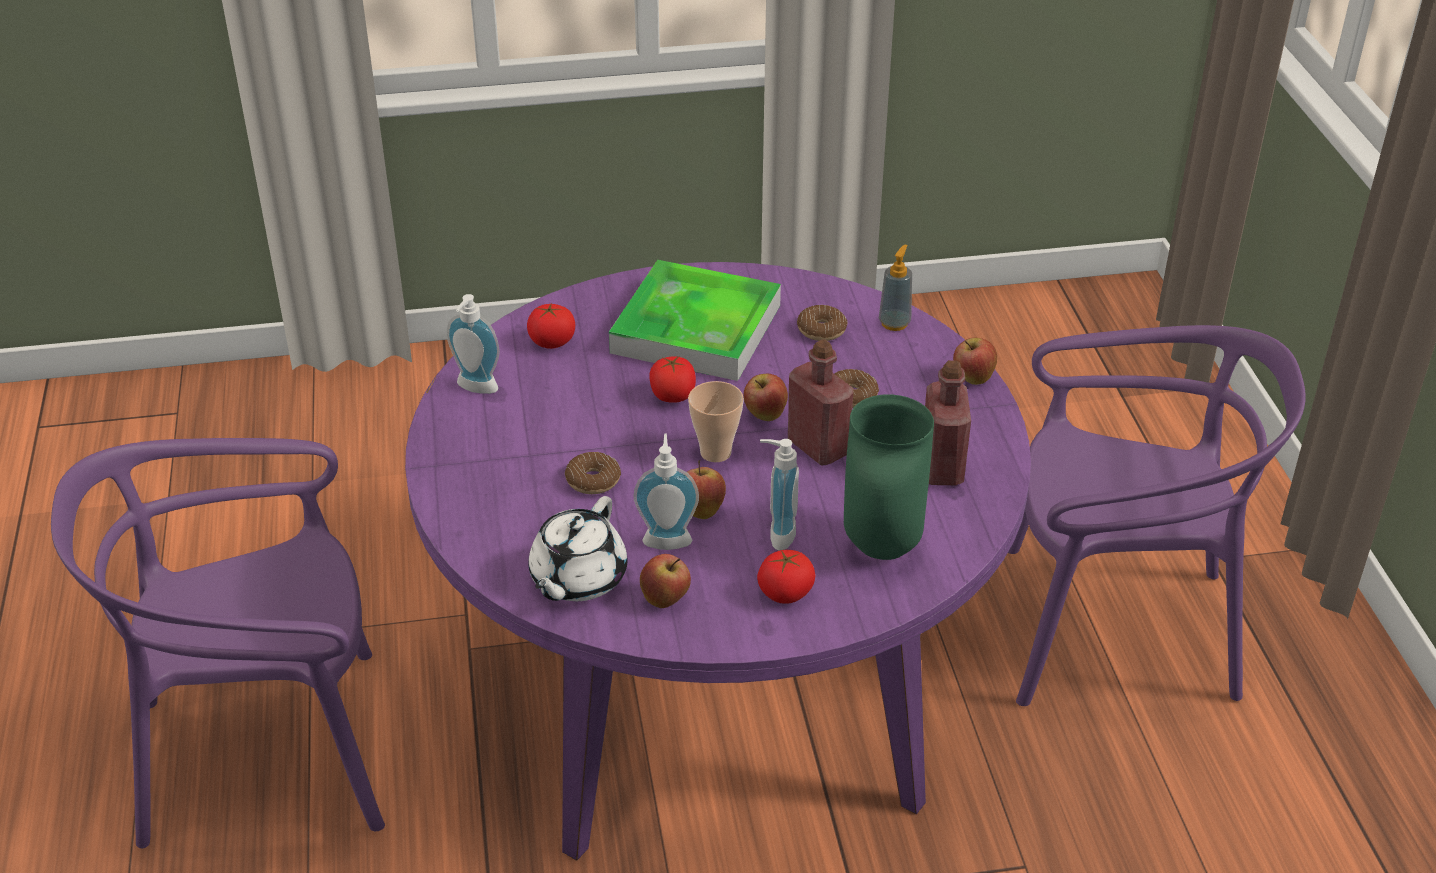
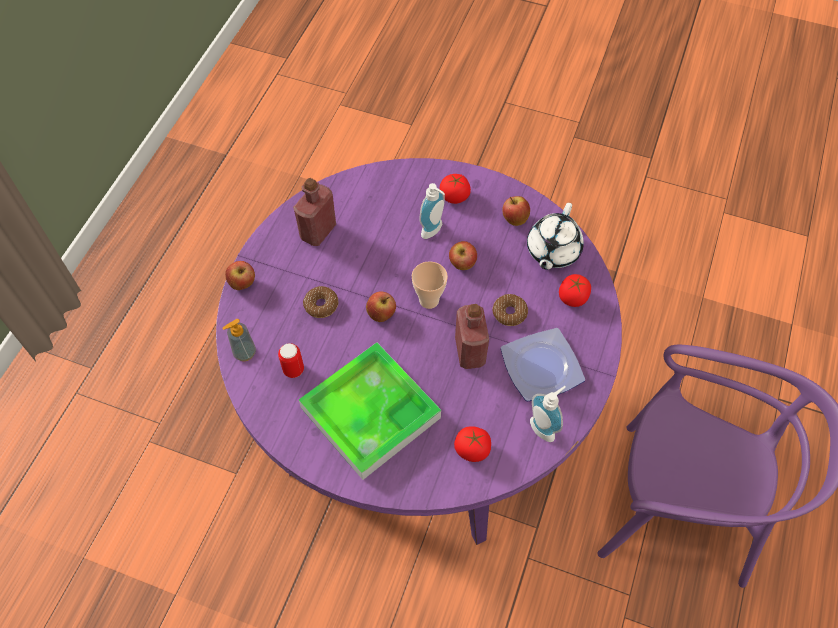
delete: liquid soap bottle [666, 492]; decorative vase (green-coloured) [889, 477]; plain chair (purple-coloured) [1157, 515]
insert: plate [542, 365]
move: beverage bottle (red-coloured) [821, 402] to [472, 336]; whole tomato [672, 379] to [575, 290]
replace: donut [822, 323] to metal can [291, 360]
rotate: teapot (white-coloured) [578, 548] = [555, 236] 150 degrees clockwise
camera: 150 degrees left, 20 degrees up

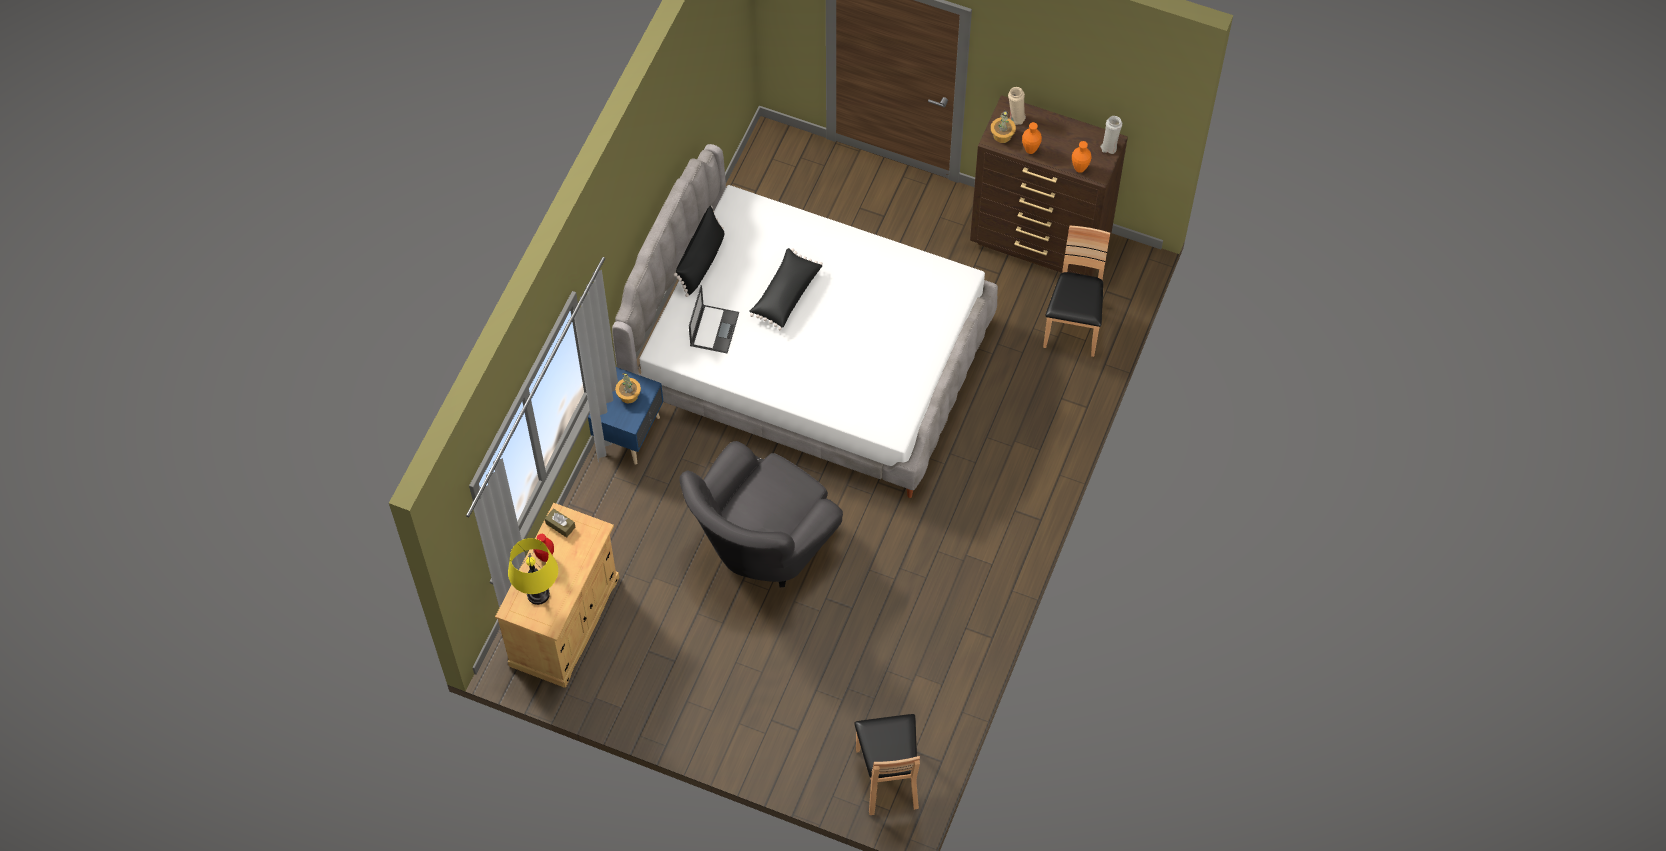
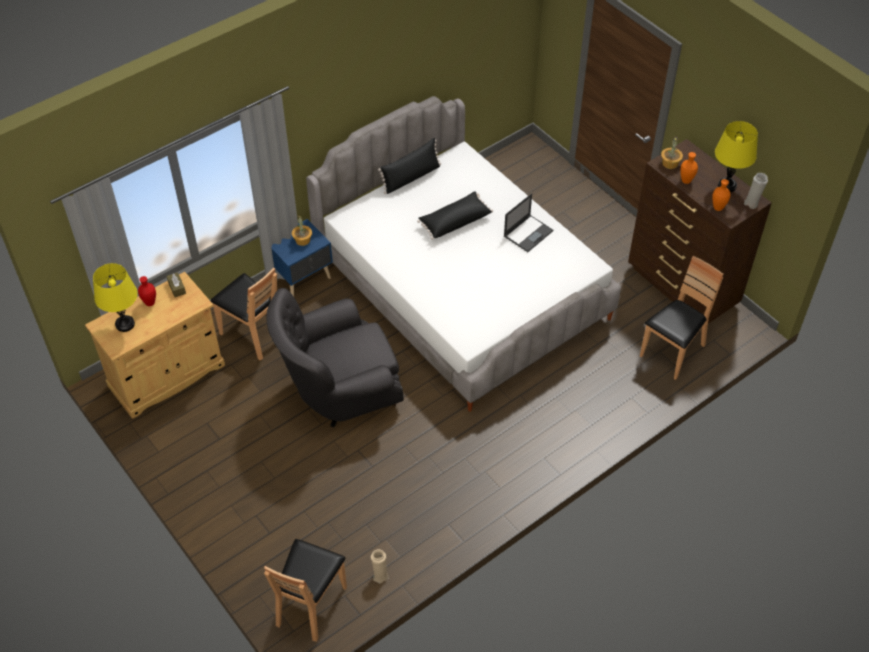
insert: plain chair (brown) [243, 314]; table lamp (yellow) [736, 156]
move: decorative vase (beige-coloured) [1017, 106] to [380, 566]; notebook computer [714, 319] to [528, 222]
camera: 30 degrees right, 10 degrees down

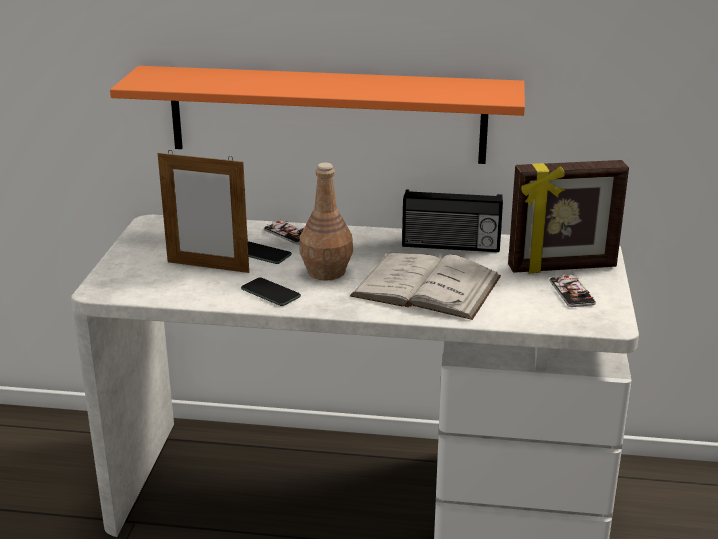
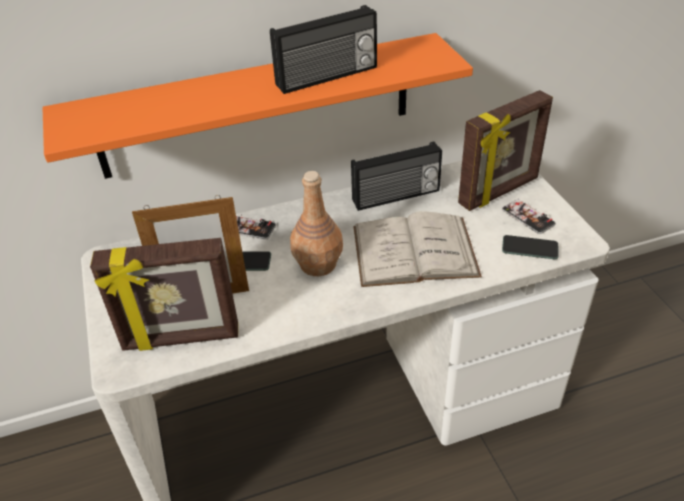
insert: picture frame [164, 294]; radio receiver [323, 49]
move: handset [271, 291] to [530, 247]
camera: 25 degrees left, 15 degrees up

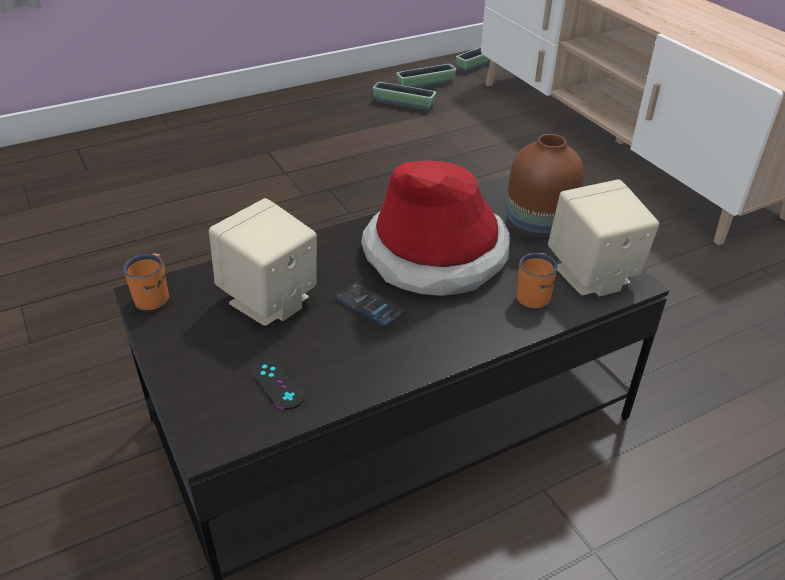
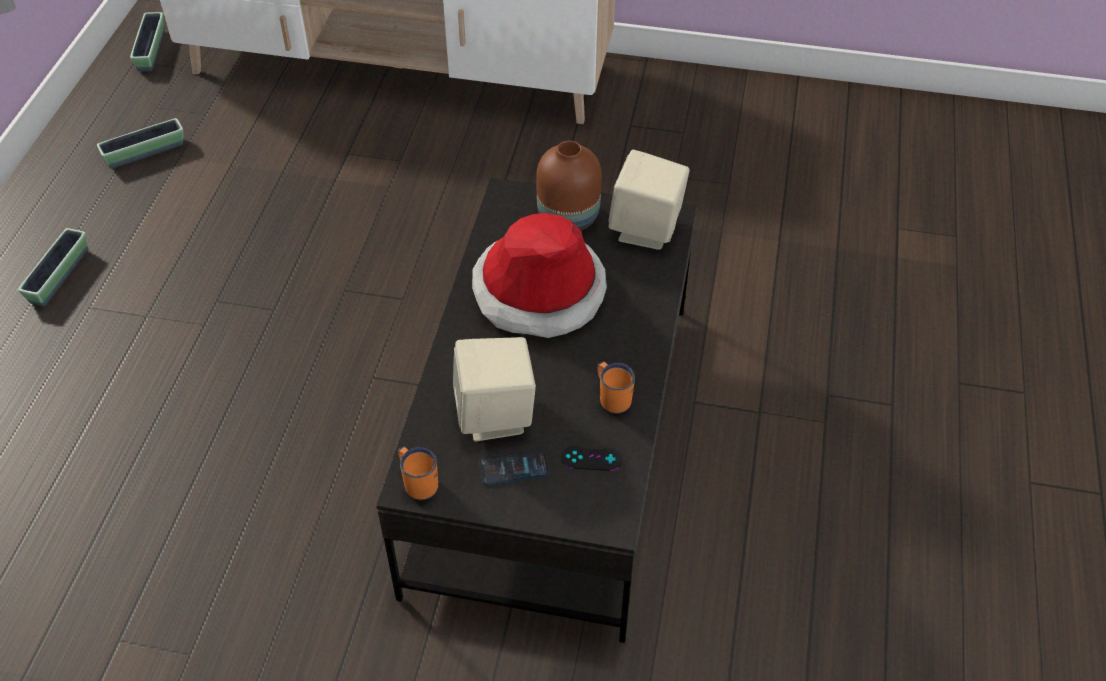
move: planter [426, 76] to [52, 267]; handset [370, 305] to [514, 468]; mug (orange) [537, 281] to [616, 387]
camera: 50 degrees left, 10 degrees up

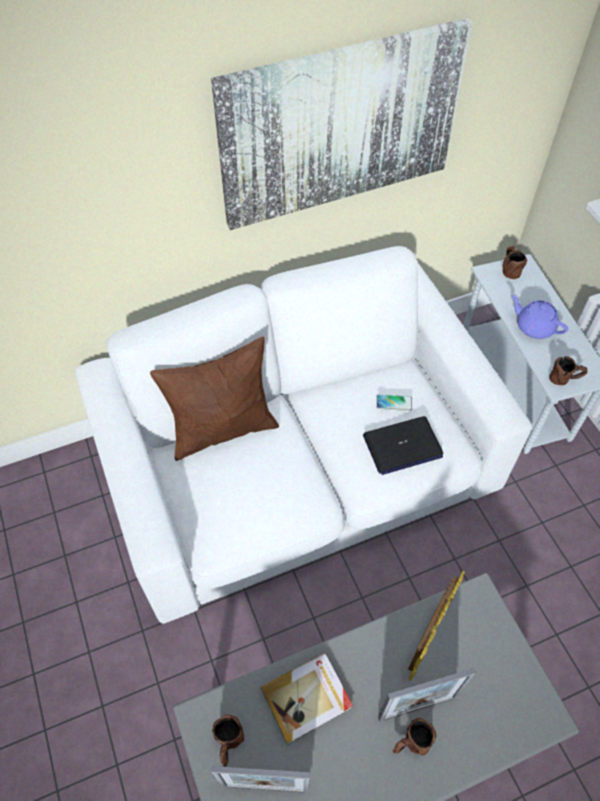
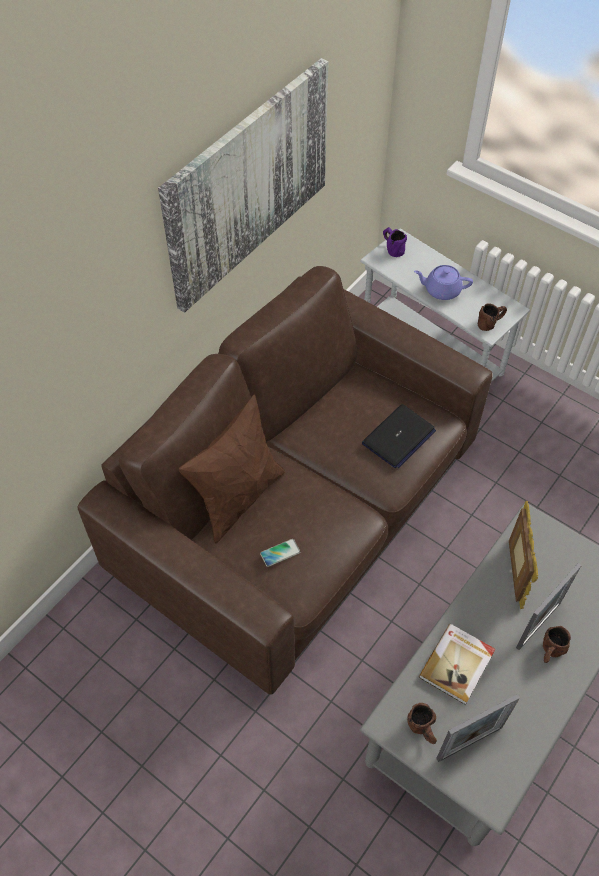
move: handset [394, 402] to [280, 553]
recolor: settee (white-coloured) [303, 435] to settee (brown) [285, 480]; mug (brown) [515, 262] to mug (purple-coloured) [395, 242]
camera: 30 degrees left, 0 degrees up

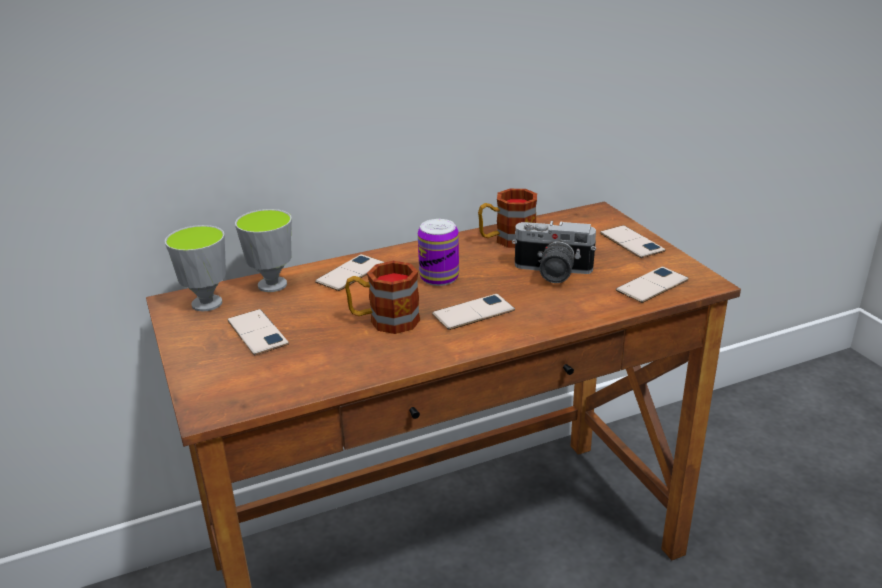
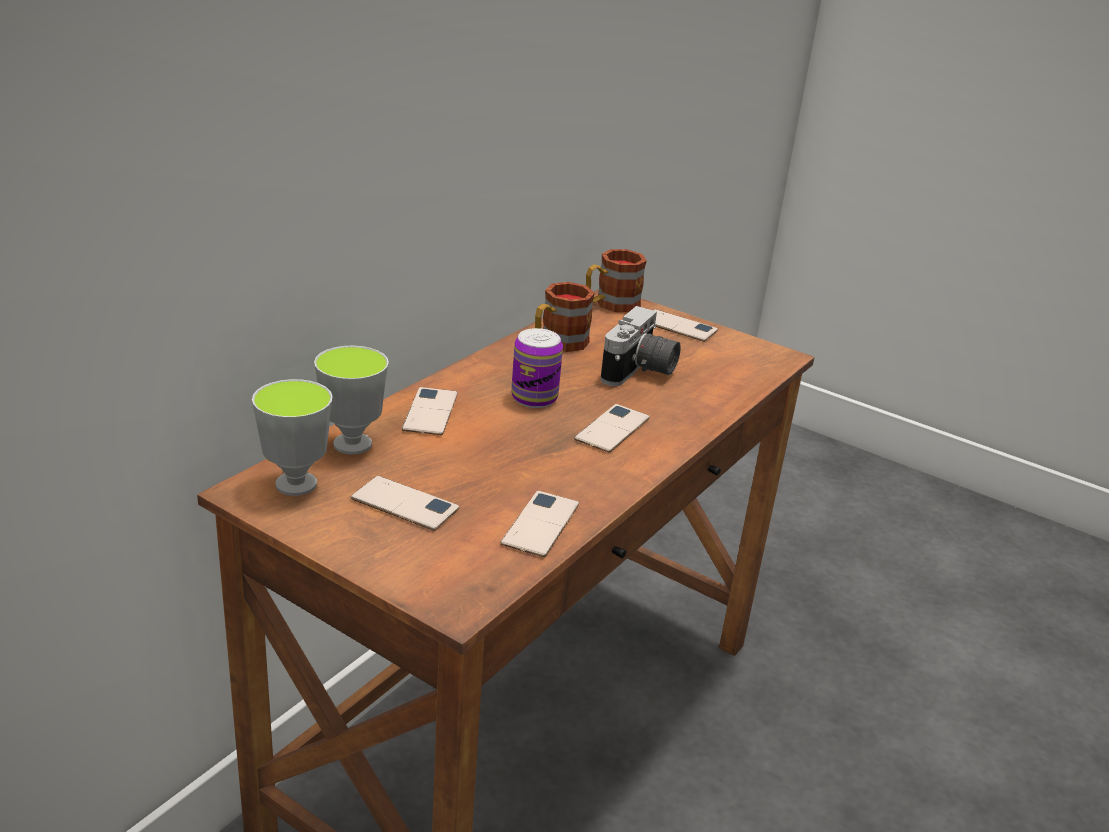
move: handset [652, 285] to [540, 524]; mug [382, 297] to [616, 280]
rotate: still camera [554, 252] = [640, 346] 45 degrees counterclockwise
camera: 35 degrees left, 0 degrees up

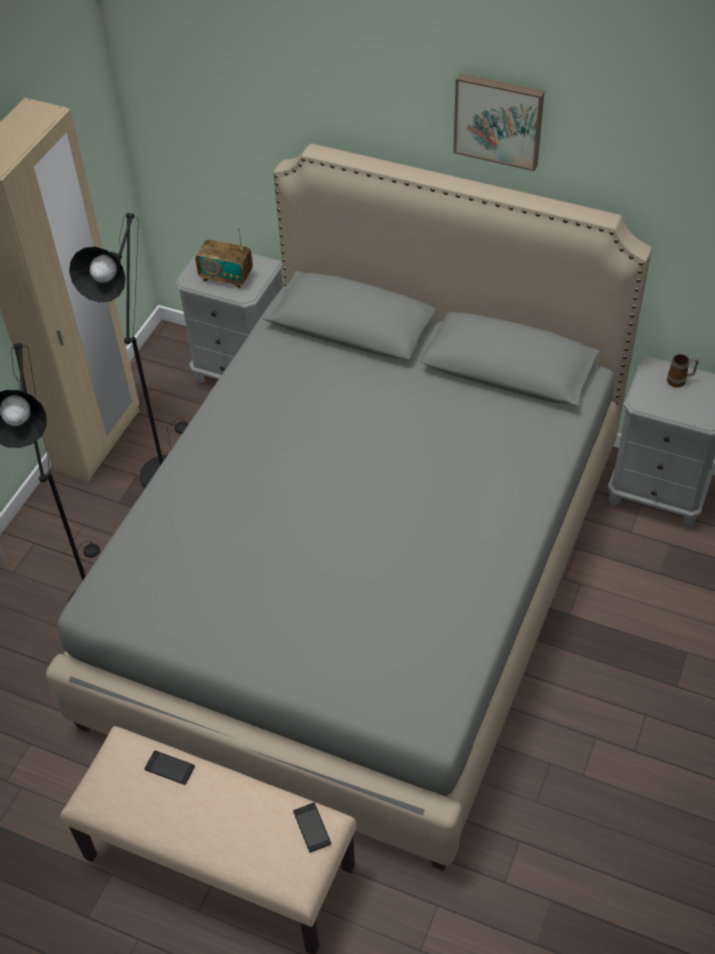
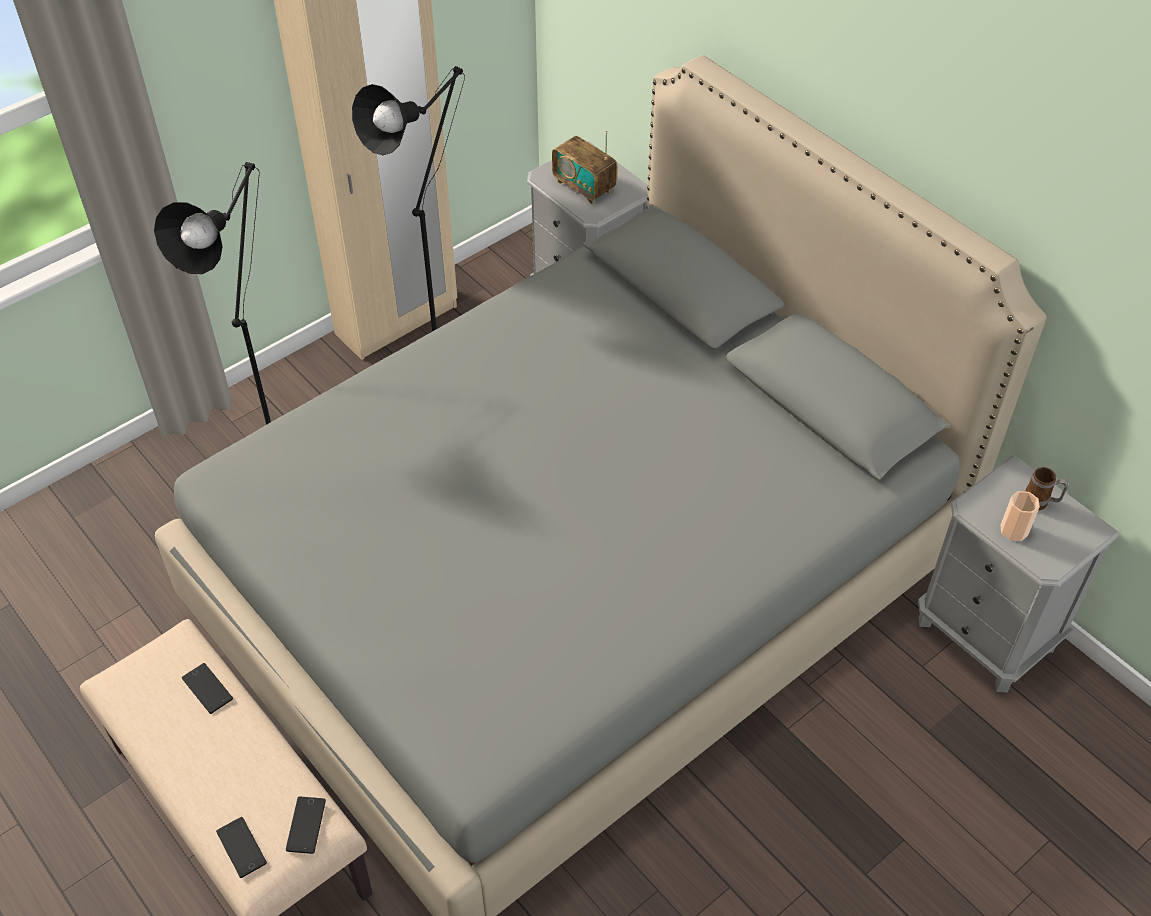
delete: wall art [499, 122]
insert: handset [241, 847]; drinking cup [1020, 516]
camera: 25 degrees right, 0 degrees up

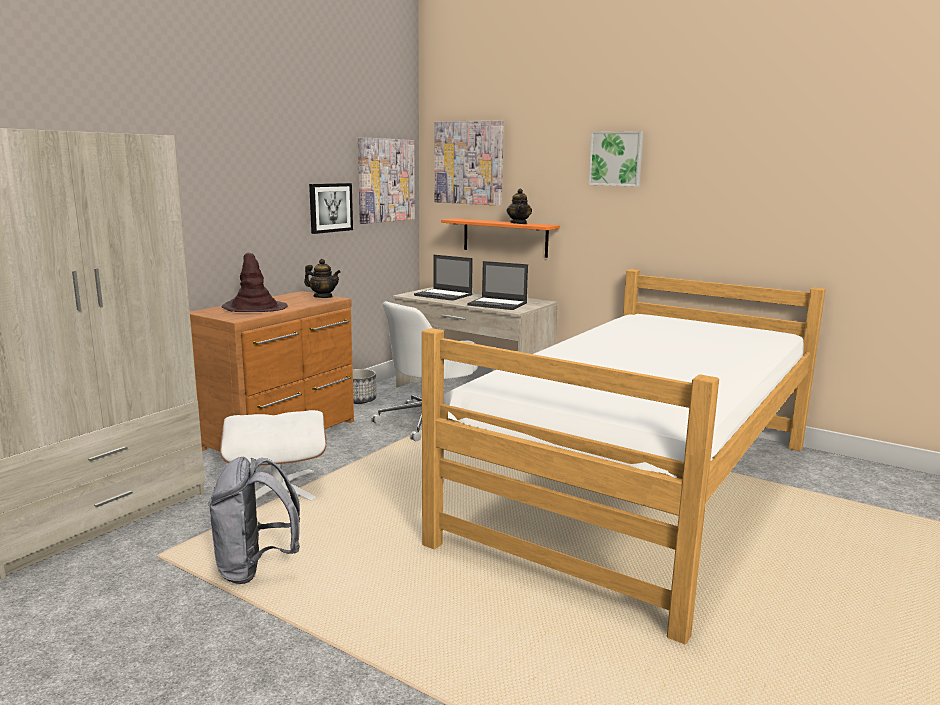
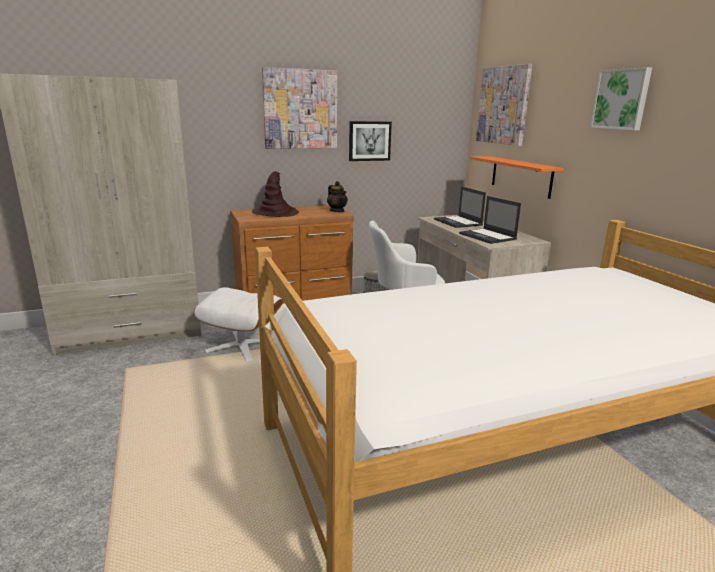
delete: knapsack (gray) [254, 520]; teapot [519, 206]
move: wall art [386, 180] to [299, 108]
camera: 35 degrees right, 5 degrees up

